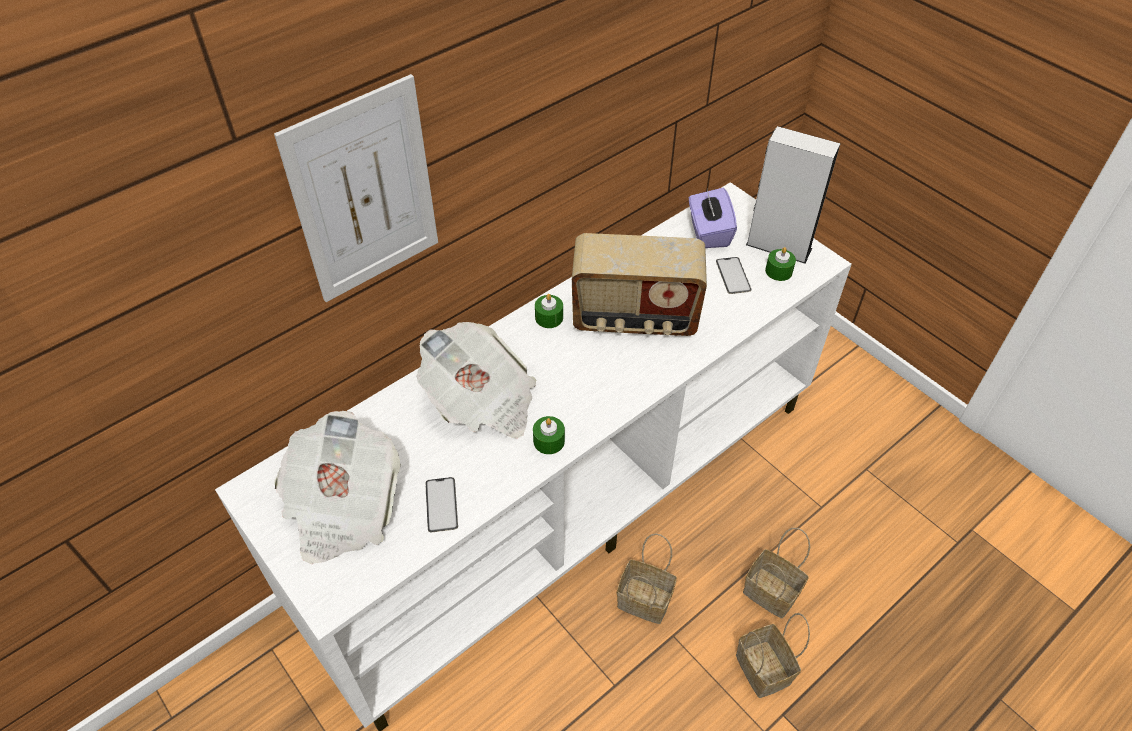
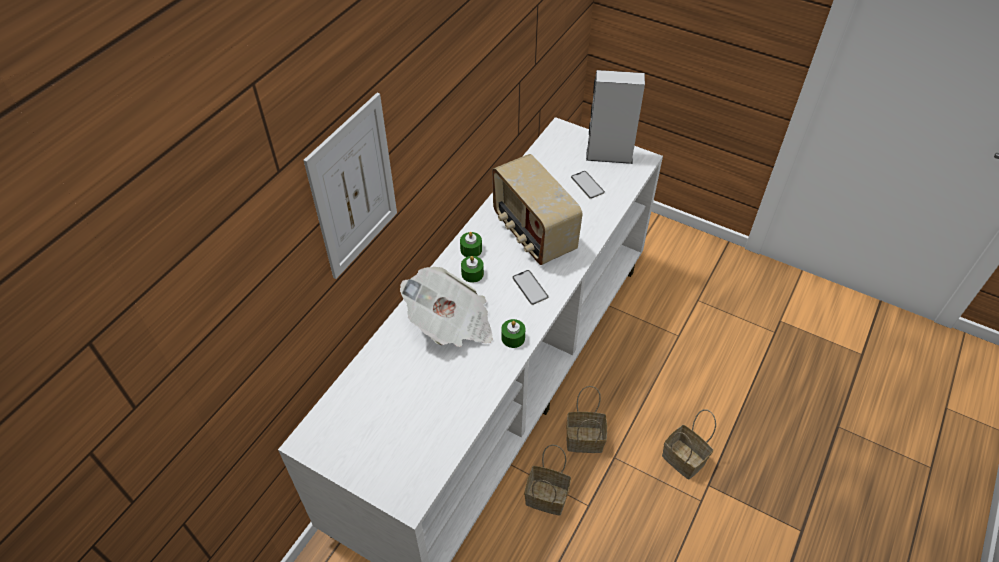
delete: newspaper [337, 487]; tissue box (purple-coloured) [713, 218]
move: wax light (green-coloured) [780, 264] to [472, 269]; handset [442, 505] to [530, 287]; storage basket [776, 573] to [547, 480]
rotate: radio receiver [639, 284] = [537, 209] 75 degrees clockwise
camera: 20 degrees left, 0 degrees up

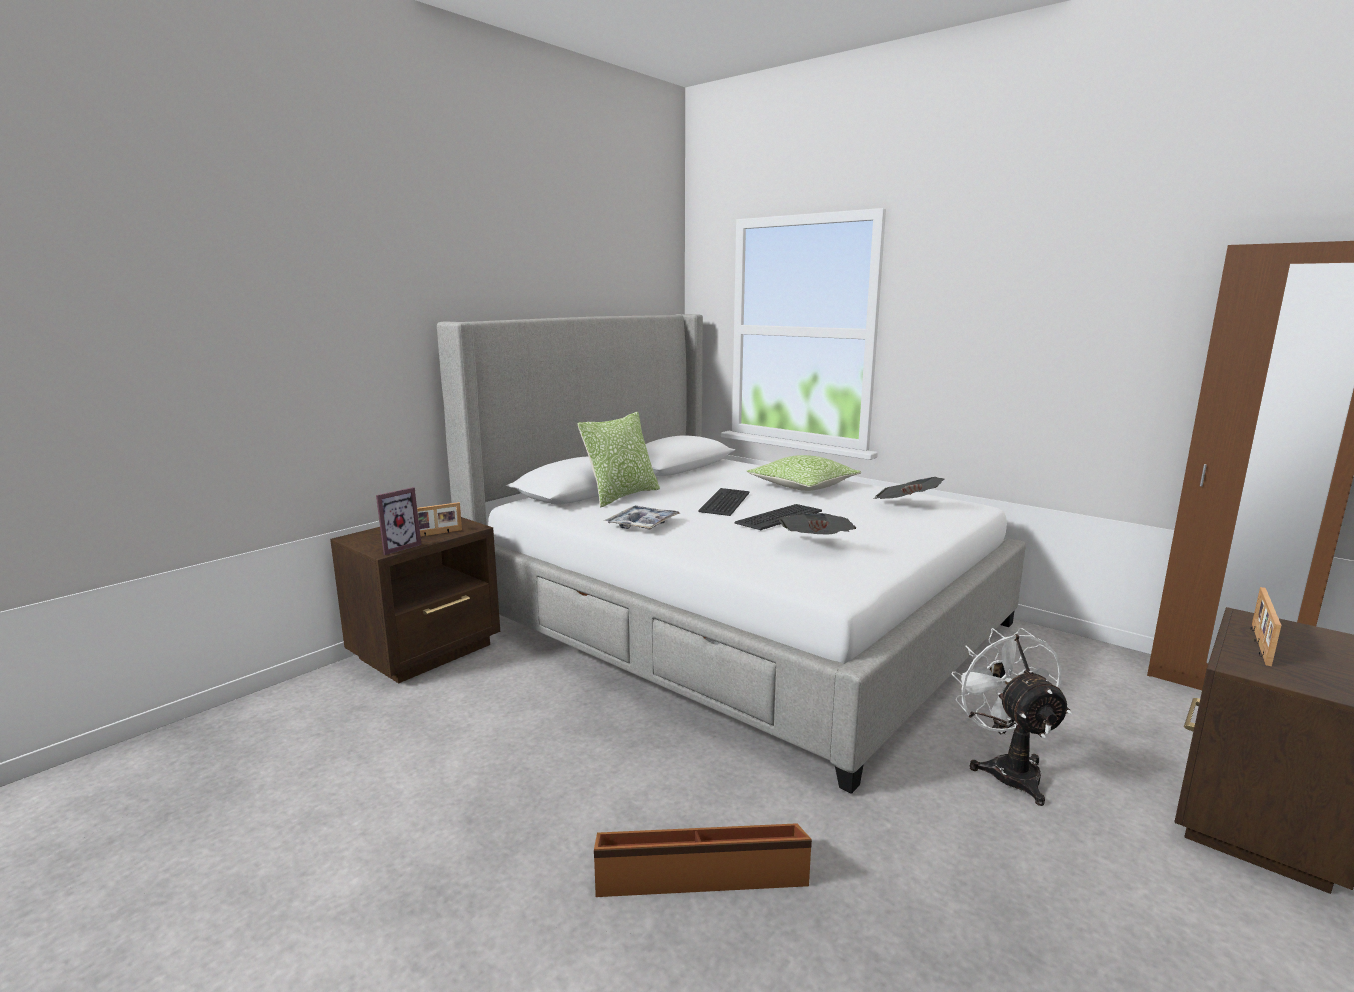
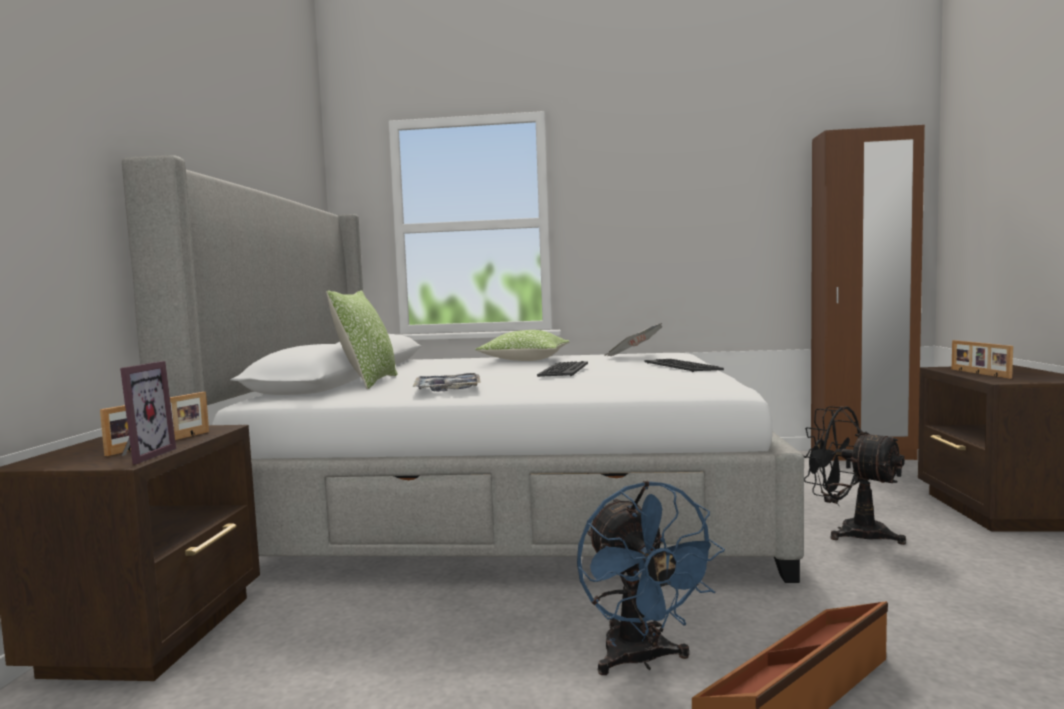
delete: newspaper [816, 524]
insert: cooling fan (bluish) [651, 578]
move: computer keyboard [723, 502] to [684, 365]
recolor: cooling fan (white-coloured) [1011, 717] to cooling fan (blackish) [854, 475]
camera: 35 degrees left, 10 degrees down

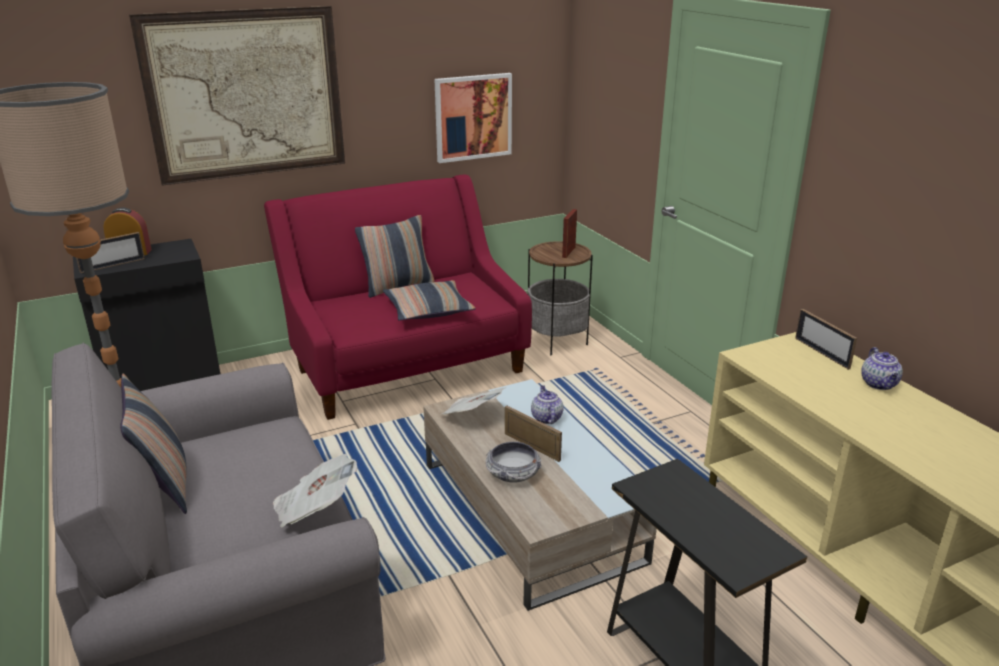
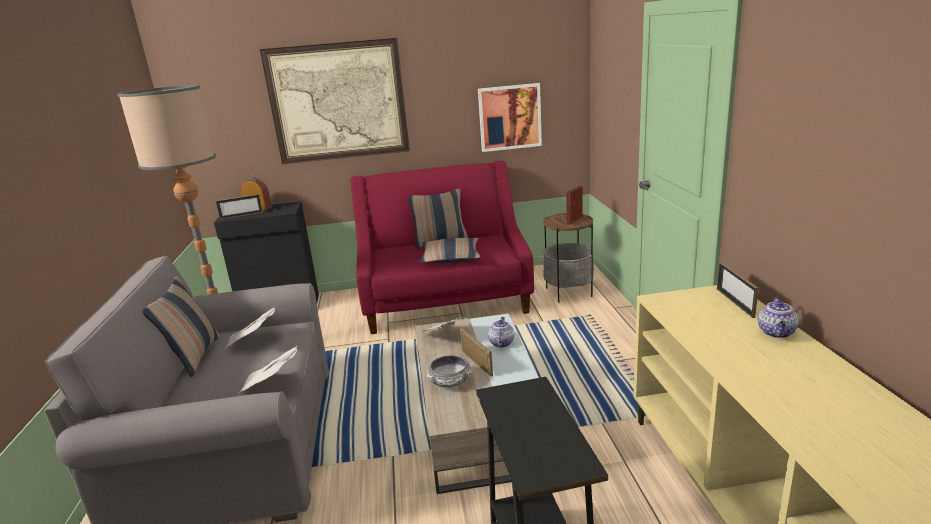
insert: newspaper [249, 328]
camera: 20 degrees right, 5 degrees down

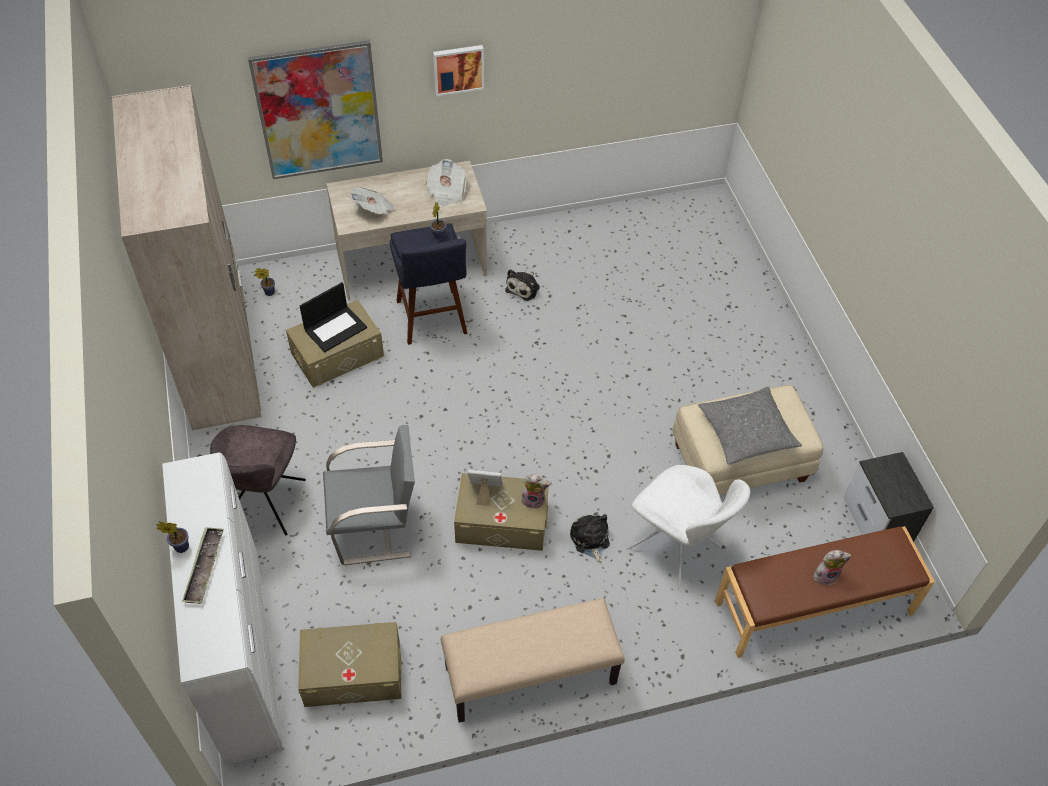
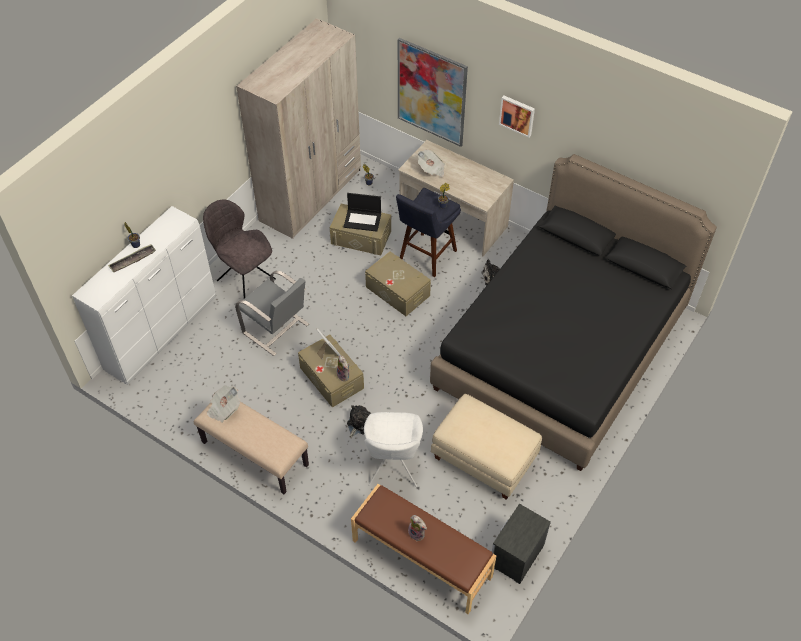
delete: cushion (gray) [750, 426]
insert: bedroom bed (blackish) [573, 312]
move: newspaper [446, 183] to [223, 404]; storage bin (beige-coloured) [350, 664] to [398, 283]
rotate: plain chair (gray) [251, 480] = [239, 249] 75 degrees clockwise
camera: 50 degrees right, 0 degrees up

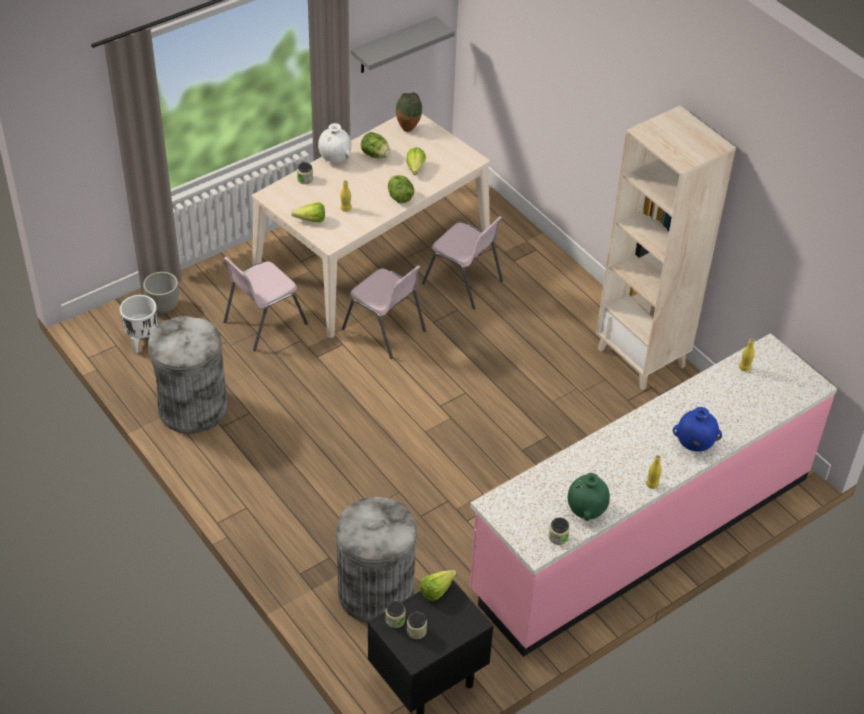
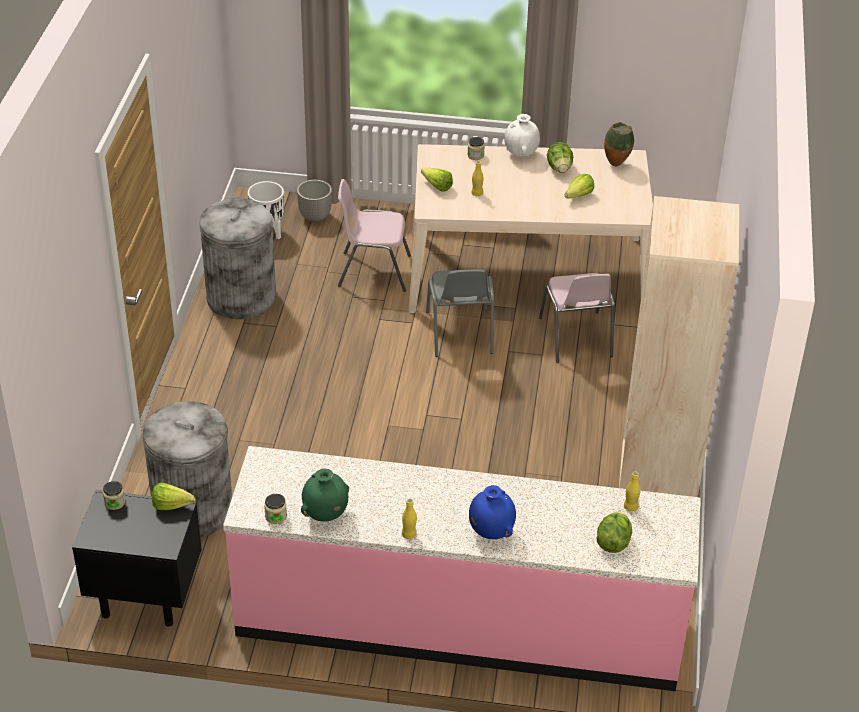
delete: wall shelf (gray) [403, 44]; storage jar [417, 625]
move: head of lettuce [401, 189] to [614, 532]
recolor: plain chair (pinkish) [384, 312] to plain chair (gray) [460, 313]
camera: 45 degrees right, 5 degrees down

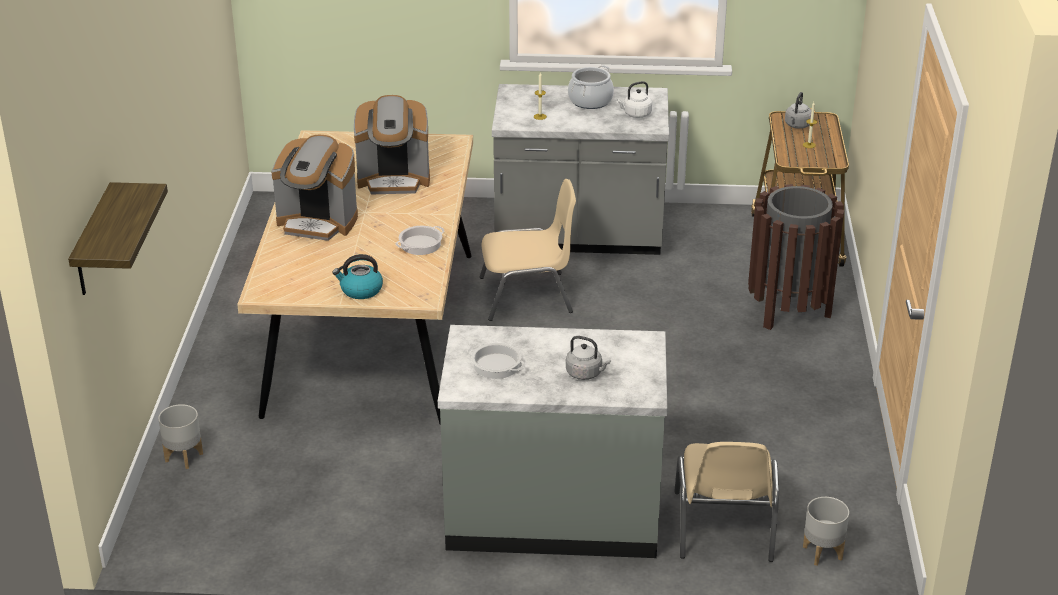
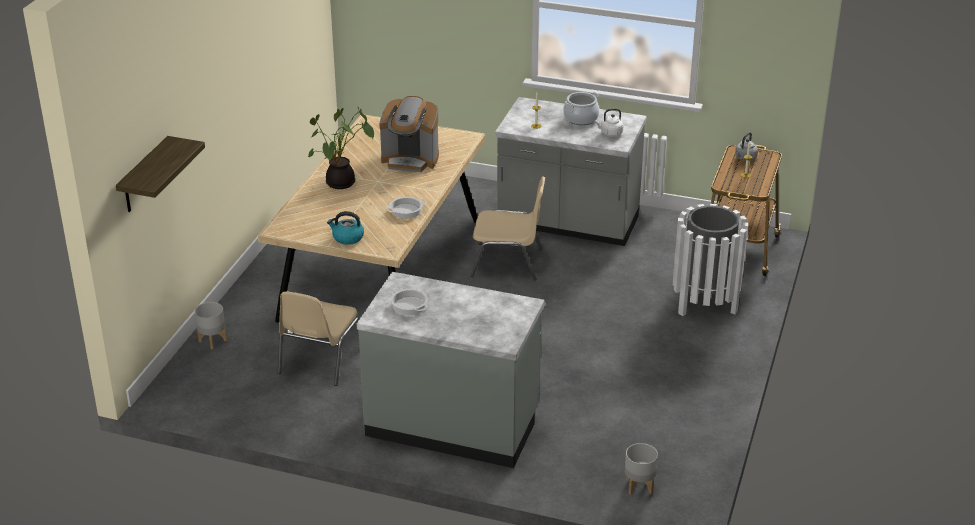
delete: water kettle (gray) [588, 358]
move: plain chair (beige-coloured) [726, 502] to [319, 339]
replace: coffee machine [314, 188] to houseplant [341, 148]
recolor: rubbish bin (brown) [796, 257] to rubbish bin (white-coloured) [710, 260]
camera: 15 degrees right, 0 degrees up

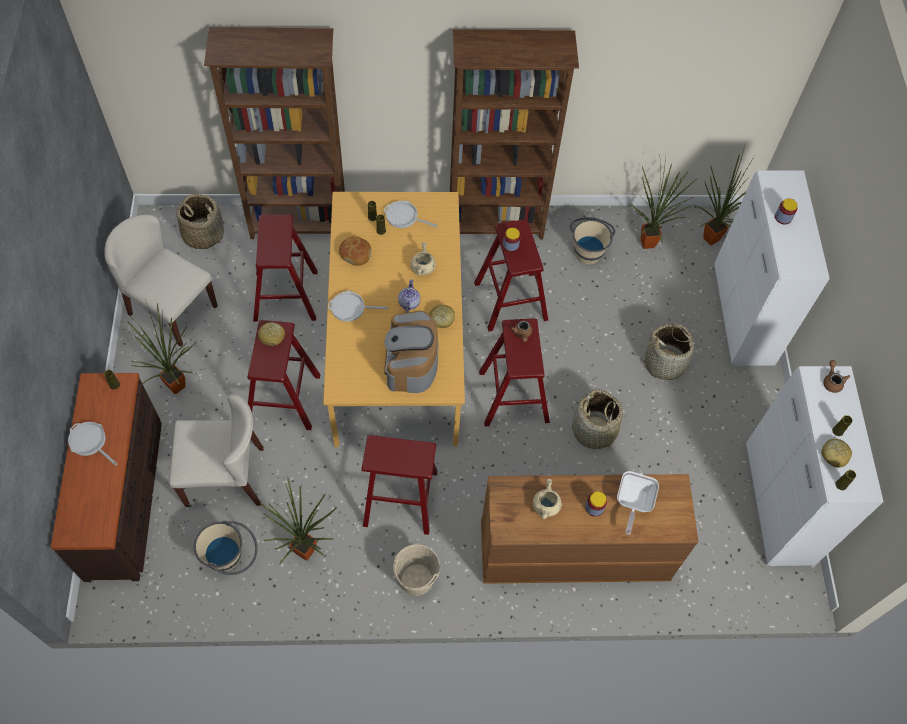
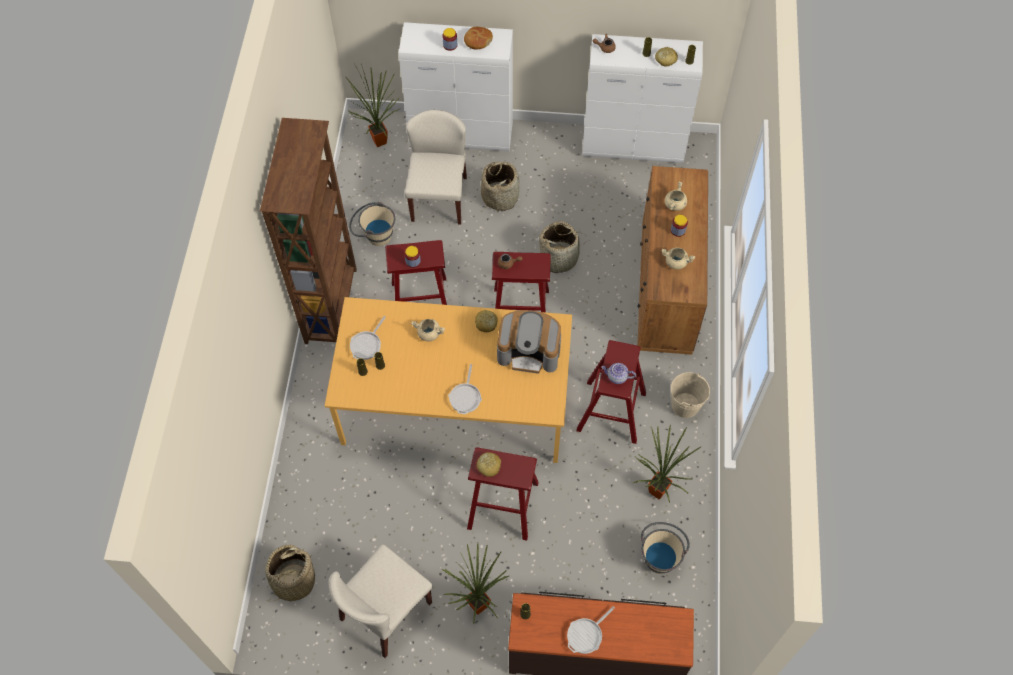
delete: bookcase (brown) [274, 133]; stool (red-coloured) [285, 268]; houseplant [663, 201]
move: plain chair (beige-coloured) [216, 450] to [436, 167]; bakery bread [355, 251] to [478, 38]; teapot [409, 296] to [618, 373]
replace: skillet [638, 503] to cooking pot (beige-coloured) [676, 196]
camera: 80 degrees left, 0 degrees up

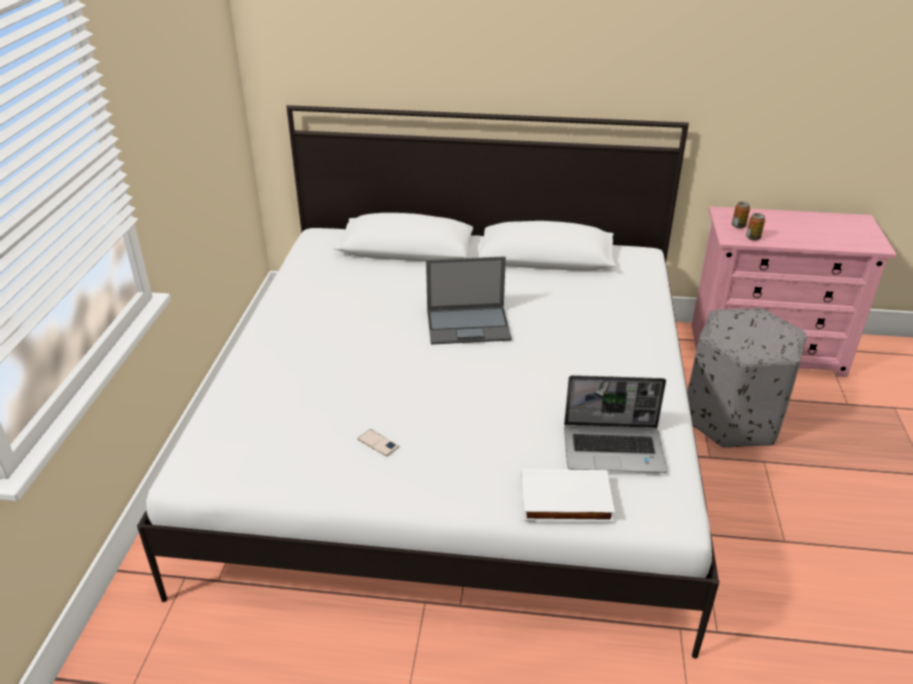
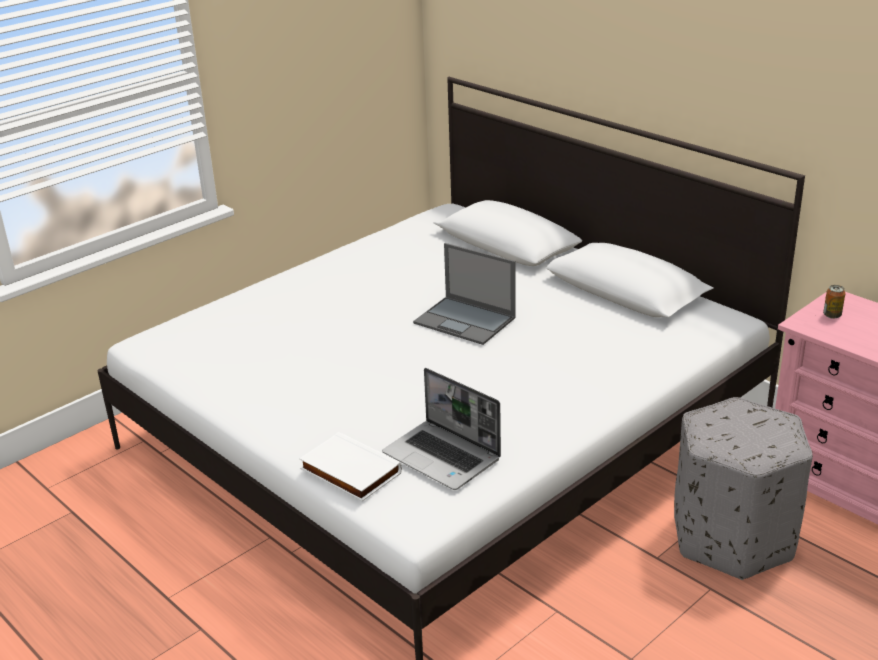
delete: handset [378, 442]; metal can [755, 227]
camera: 40 degrees right, 5 degrees down

